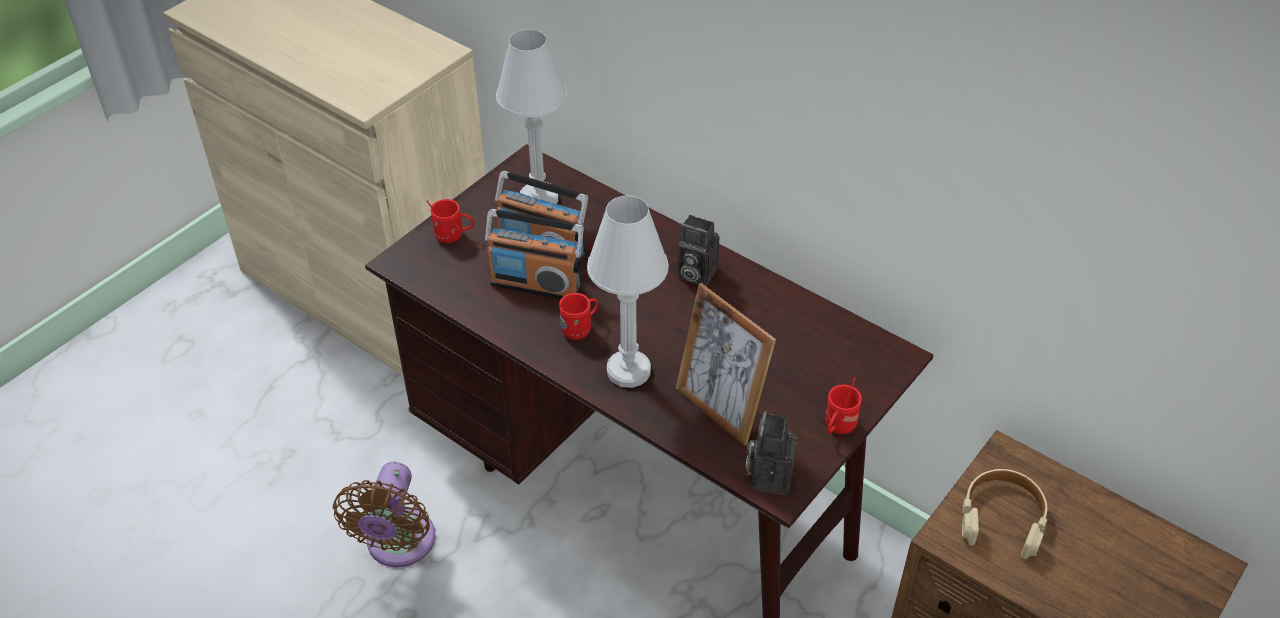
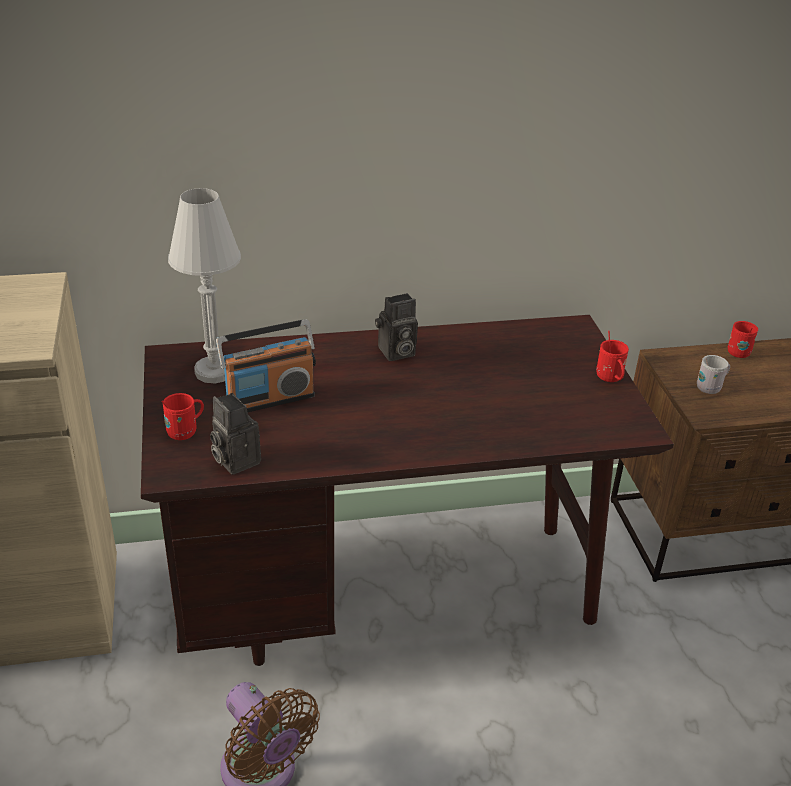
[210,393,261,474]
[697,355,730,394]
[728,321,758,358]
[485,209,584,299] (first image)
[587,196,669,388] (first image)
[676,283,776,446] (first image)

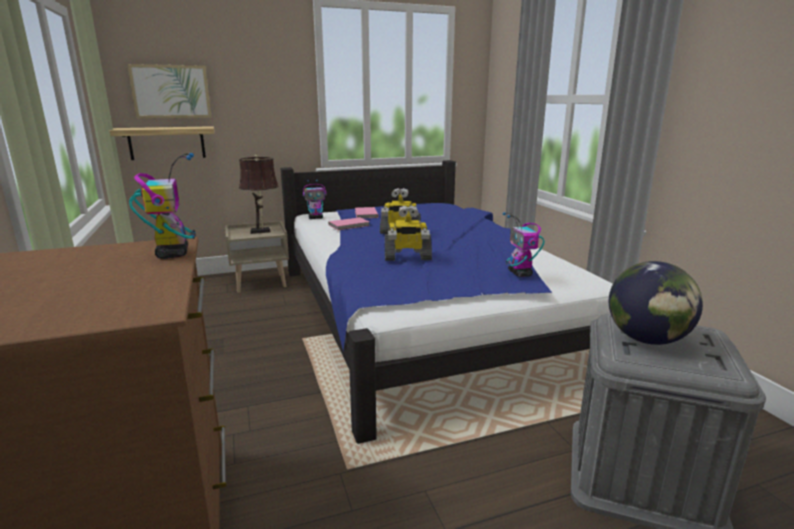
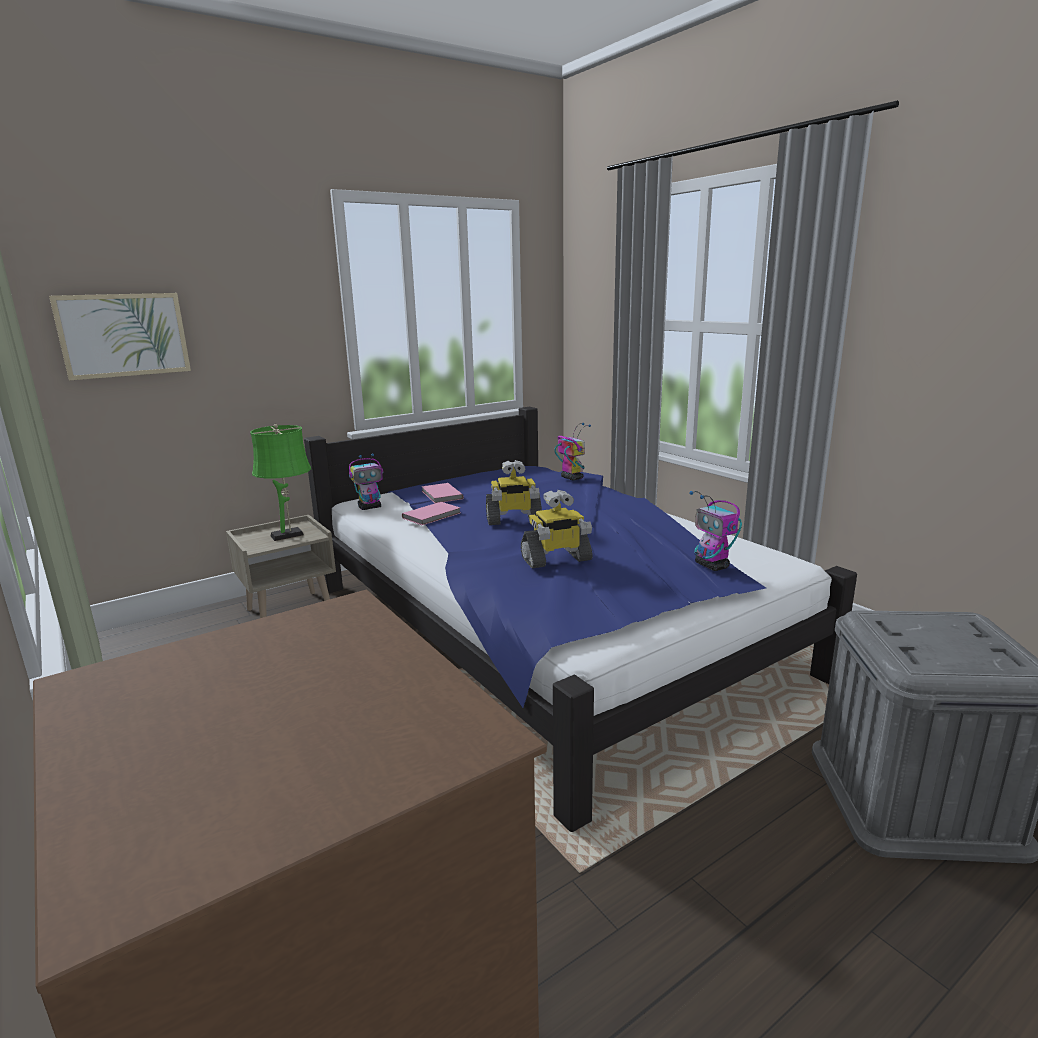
[250,424,311,541]
[554,423,591,481]
[109,126,215,160] (first image)
[609,261,703,345] (first image)

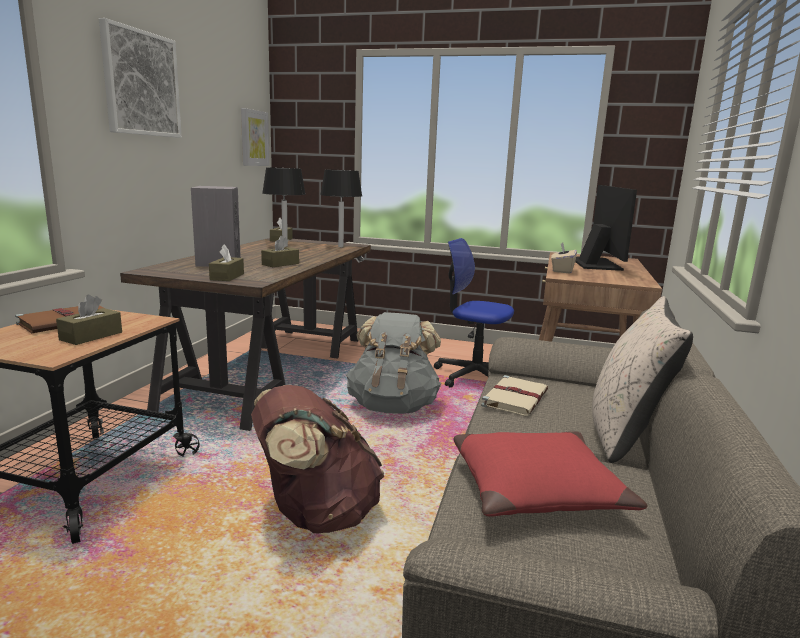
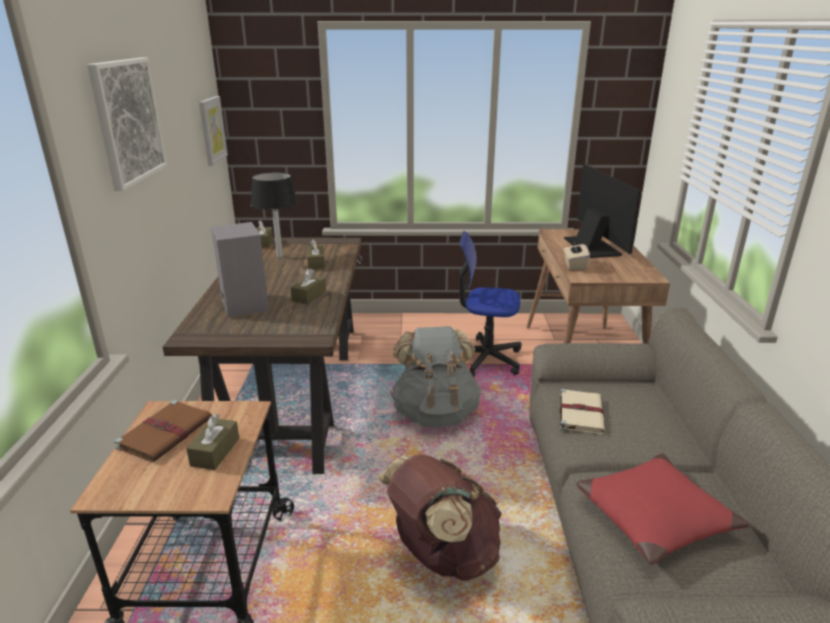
[307,239,325,270]
[320,170,362,247] (first image)
[592,296,693,463] (first image)

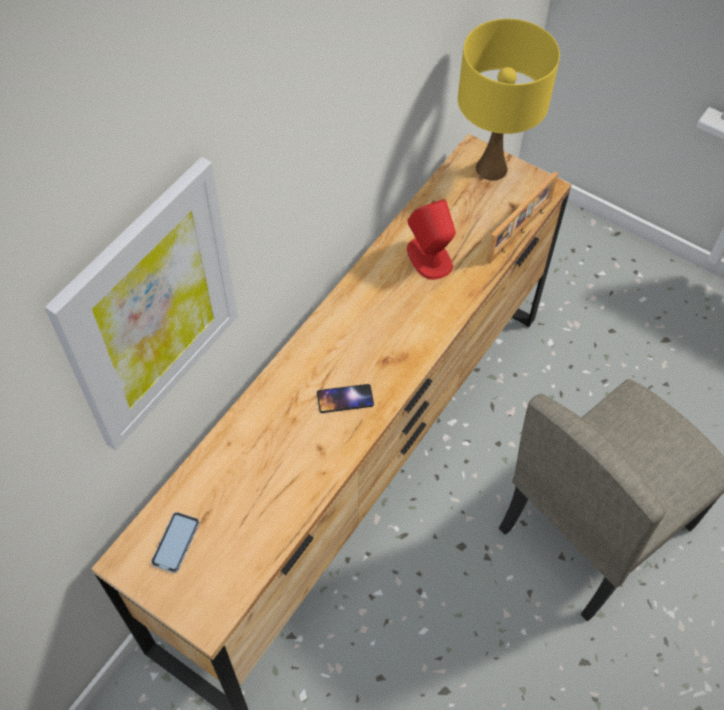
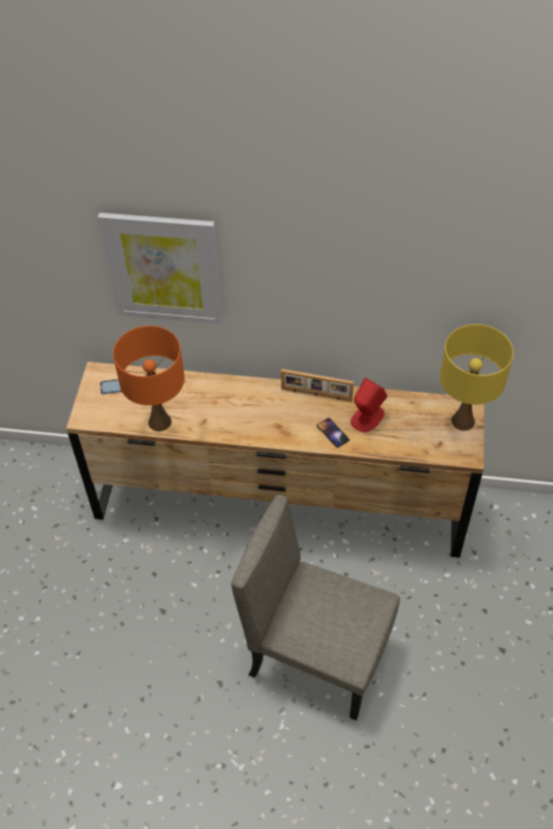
[113,326,185,431]
[281,369,354,402]
[317,418,350,448]

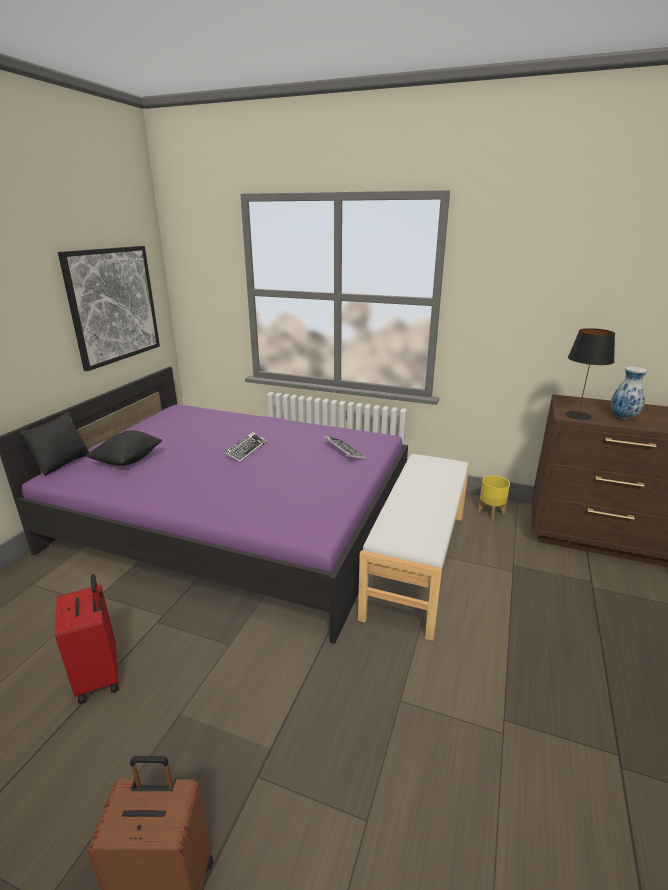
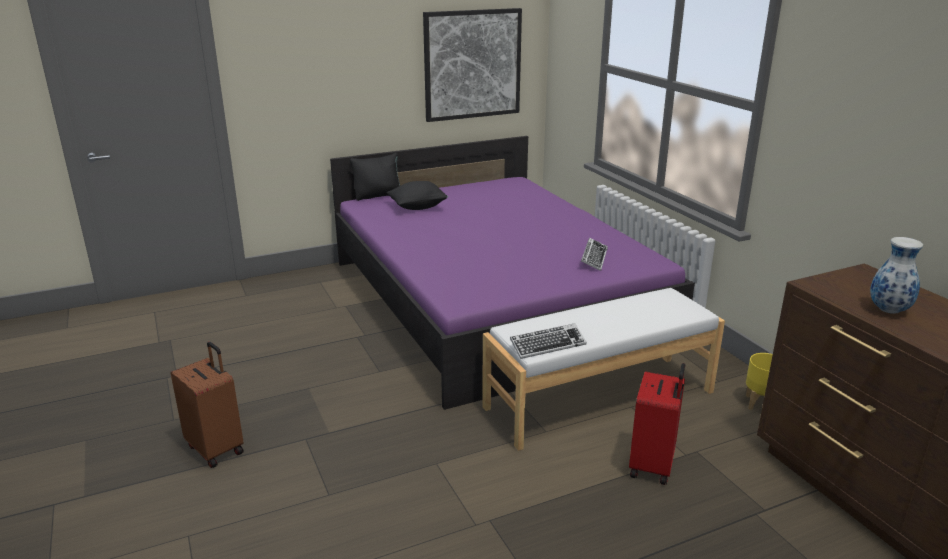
[510,323,587,359]
[629,363,685,485]
[565,328,615,420] (first image)

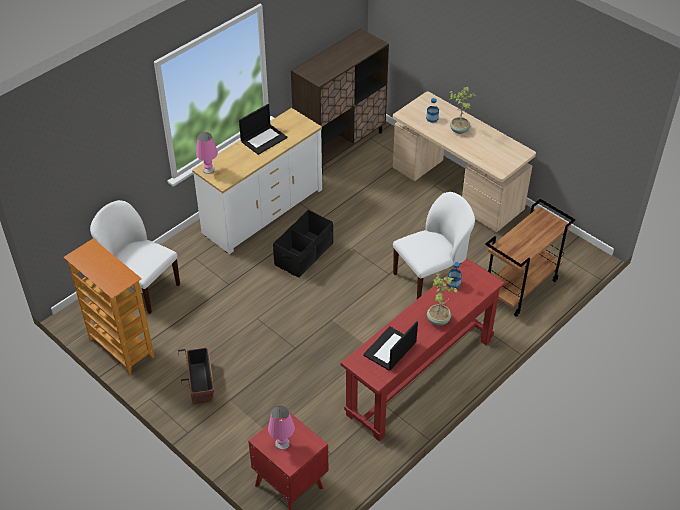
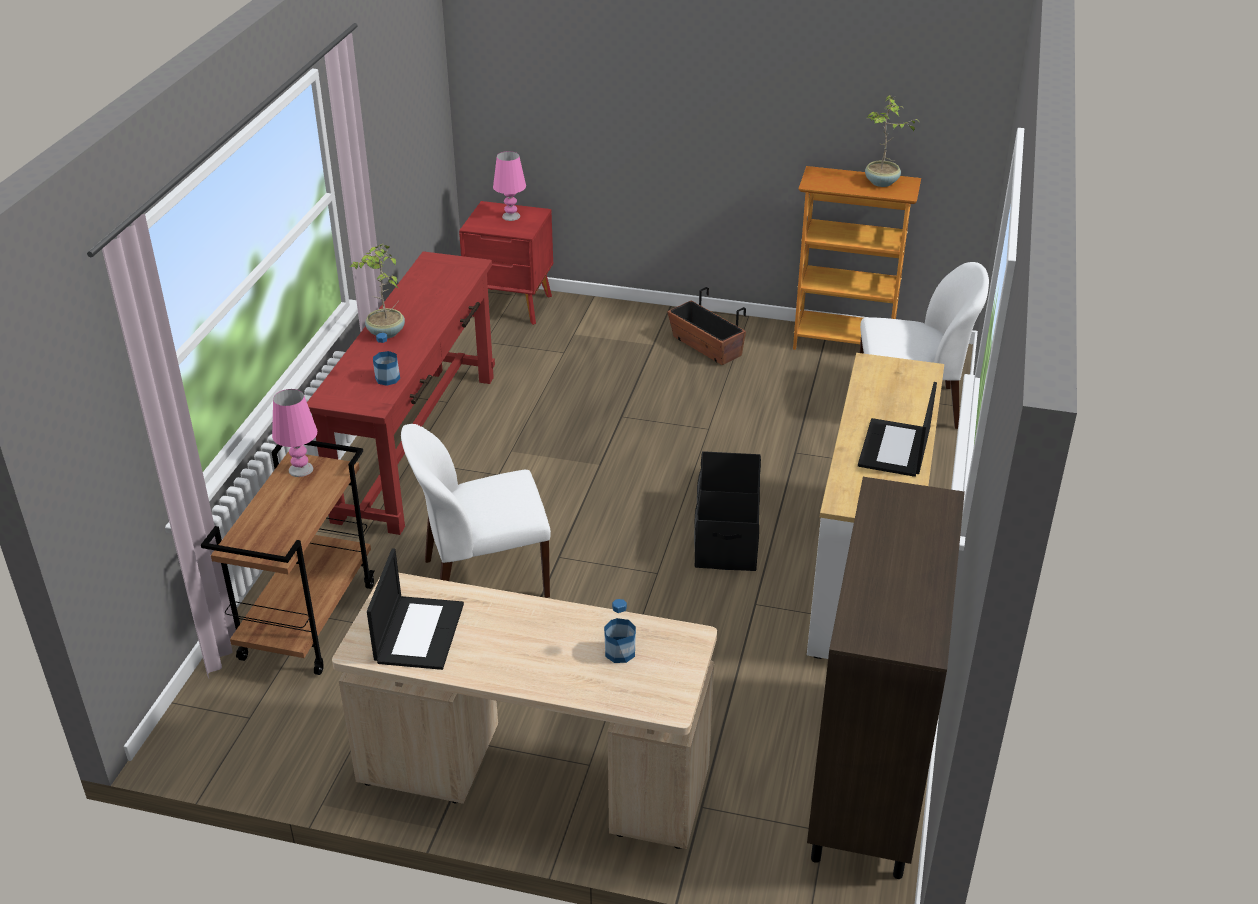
[272,389,317,477]
[367,548,464,670]
[401,424,551,598]
[865,95,921,187]

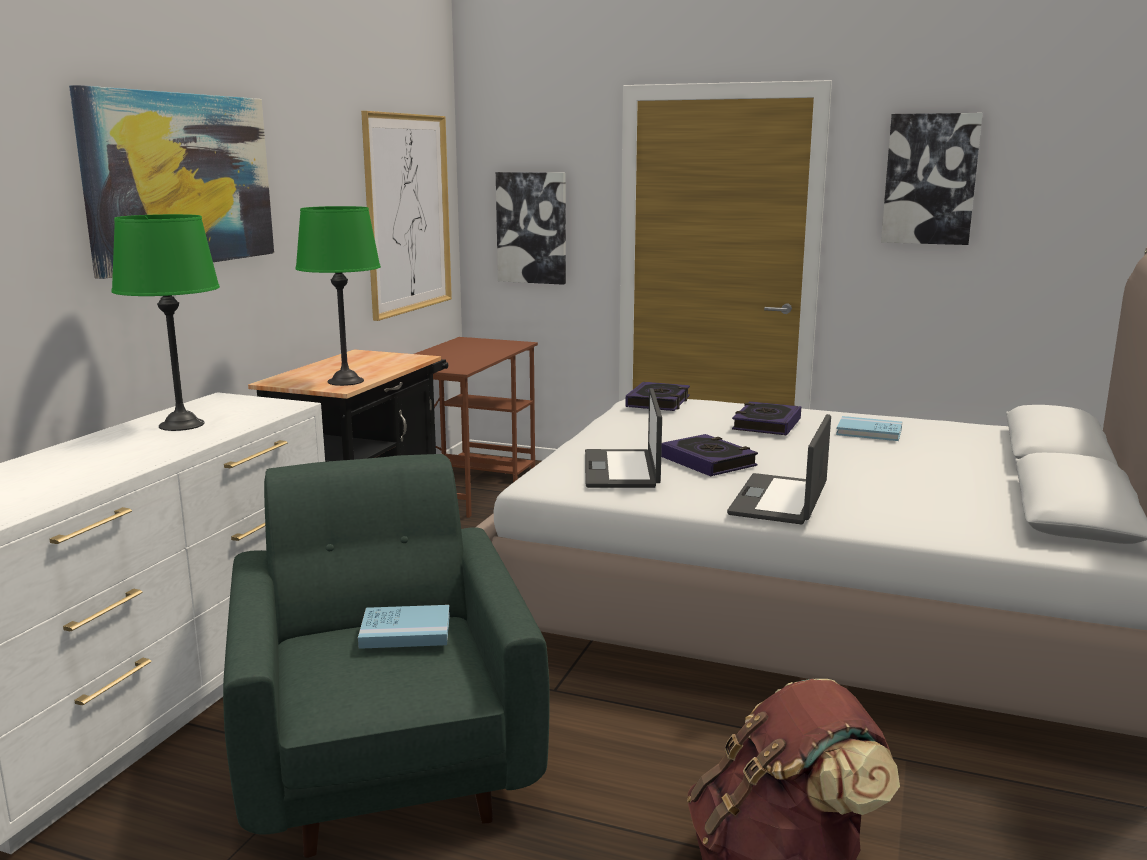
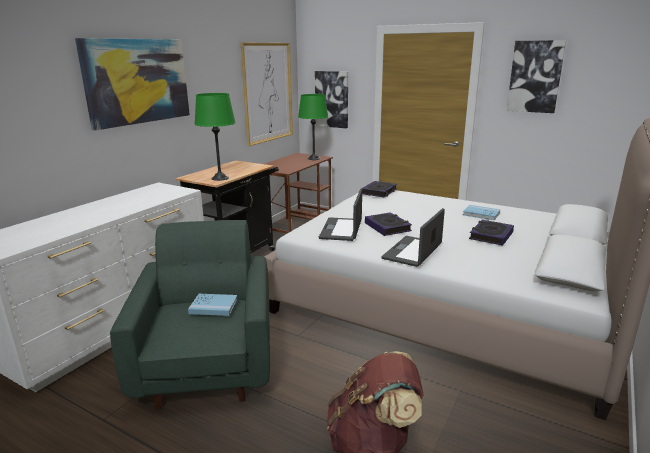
[298,94,328,160]
[469,220,514,246]

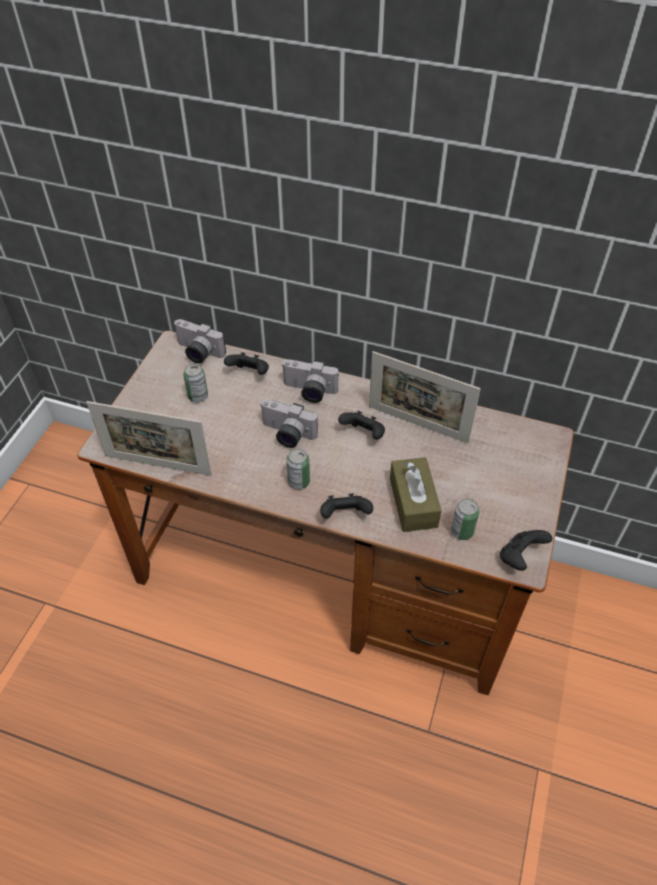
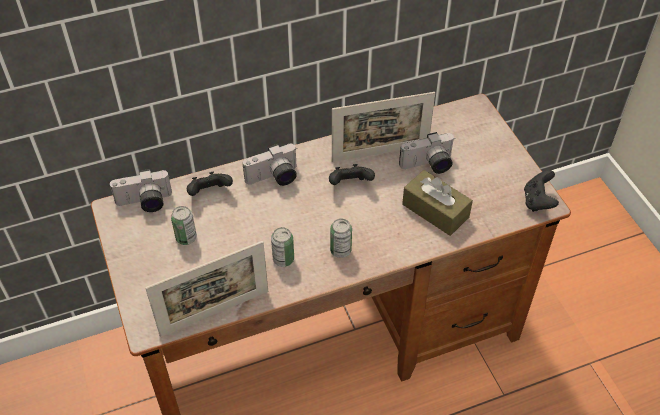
[271,227,294,267]
[399,132,454,174]
[320,493,373,519] (first image)

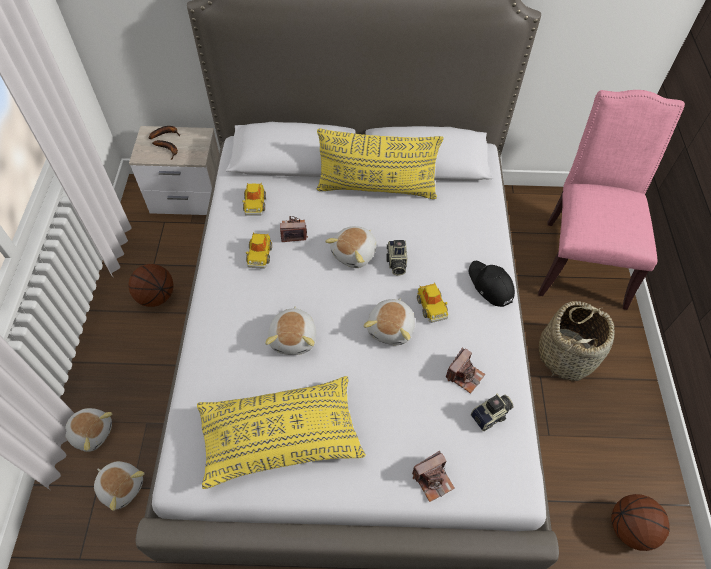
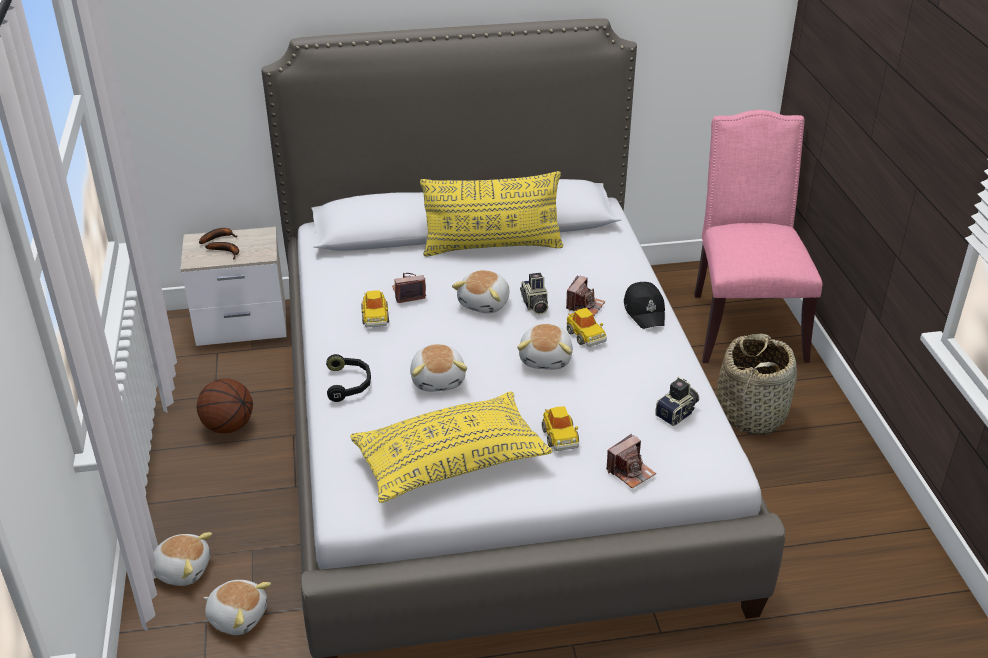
[326,354,371,402]
[542,406,579,451]
[566,275,605,316]
[624,282,665,329]
[611,494,670,551] (first image)

